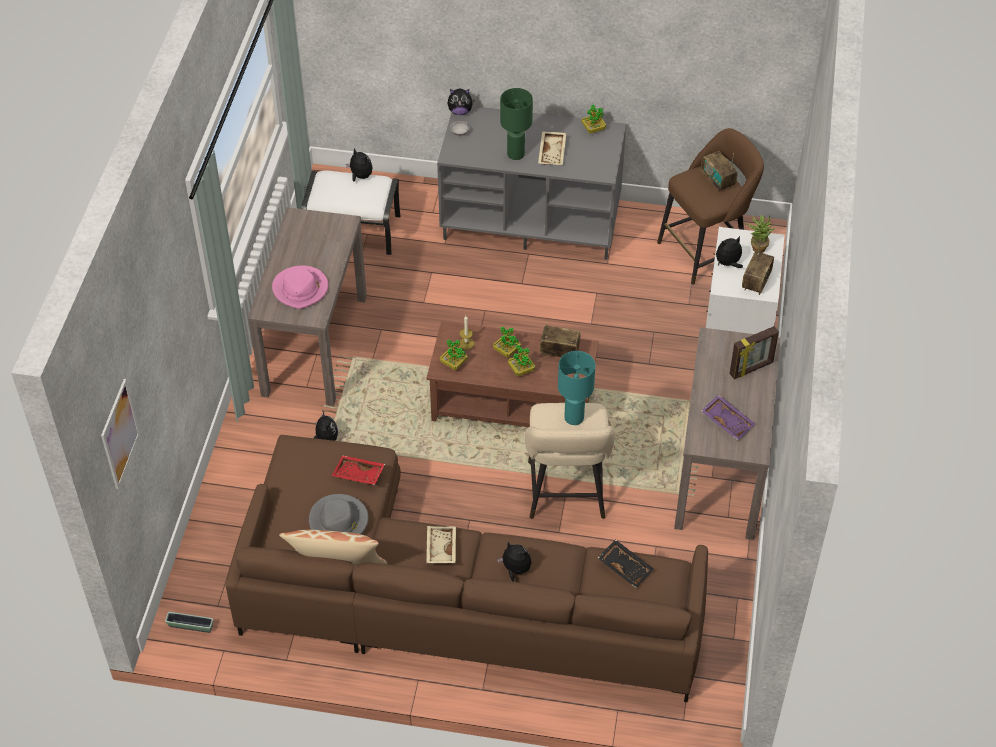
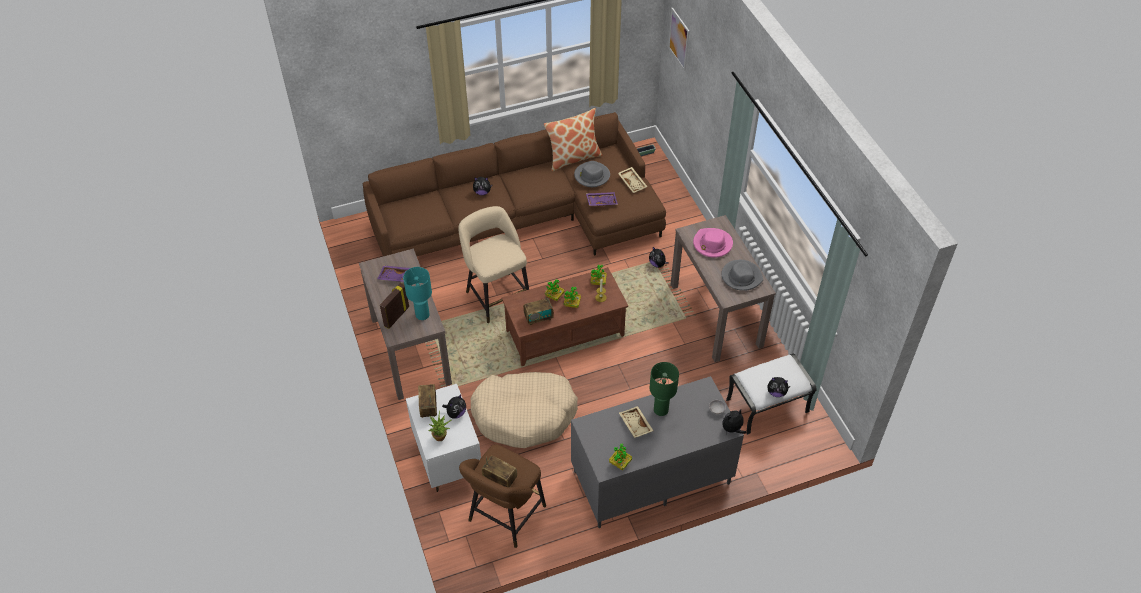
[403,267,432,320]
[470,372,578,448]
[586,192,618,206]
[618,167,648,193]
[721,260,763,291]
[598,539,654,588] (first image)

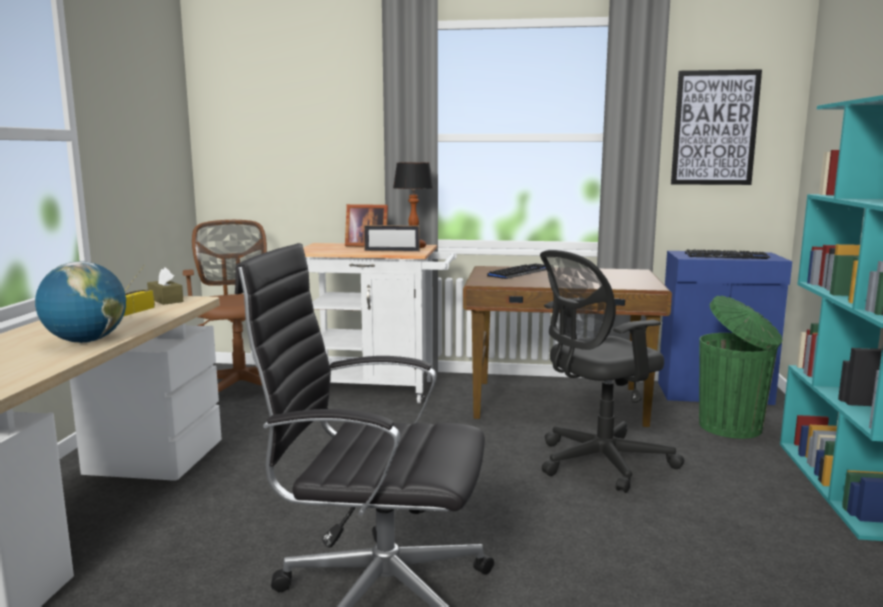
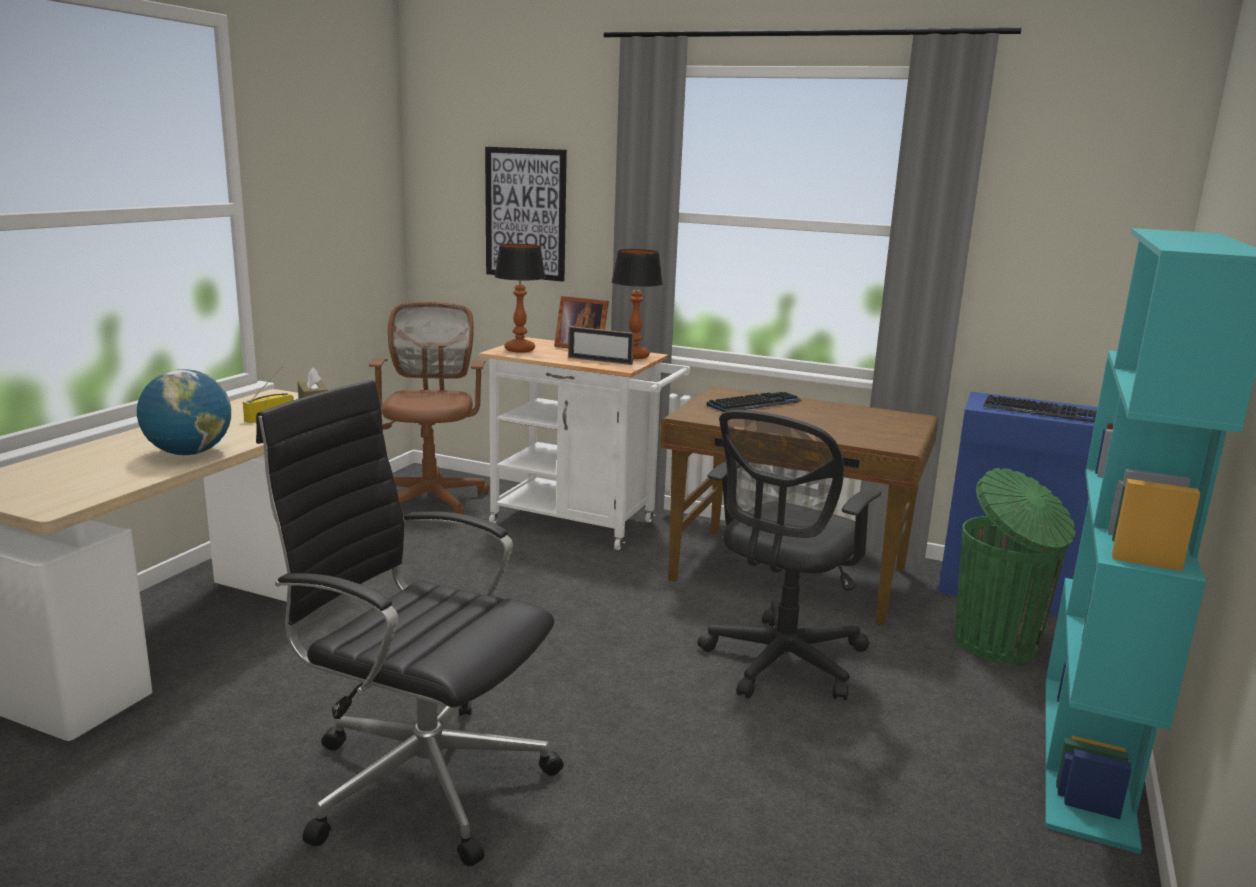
[485,147,567,282]
[494,244,546,353]
[698,410,881,700]

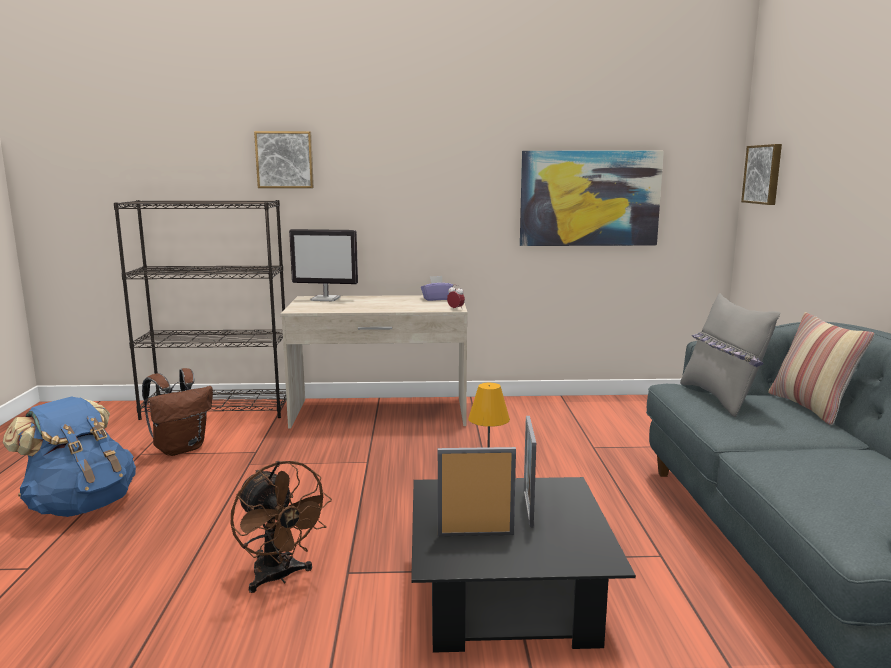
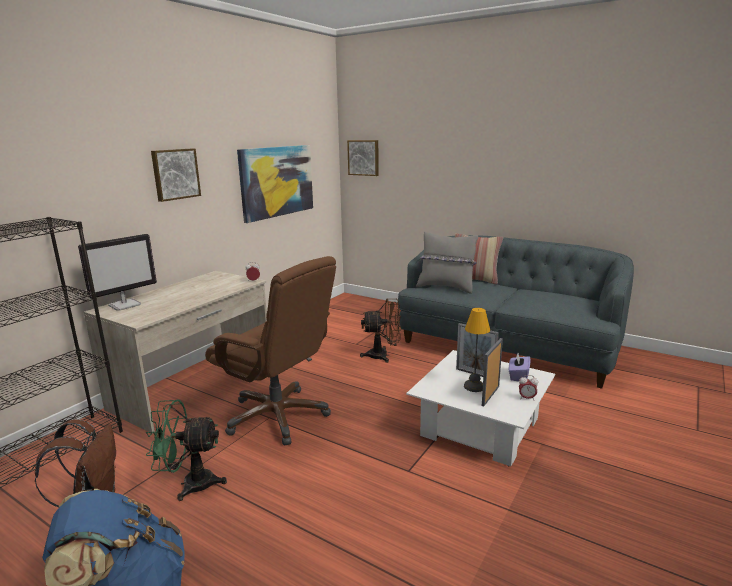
[146,399,227,501]
[151,149,201,202]
[205,256,336,445]
[360,299,401,363]
[406,350,555,466]
[509,353,531,381]
[519,375,538,400]

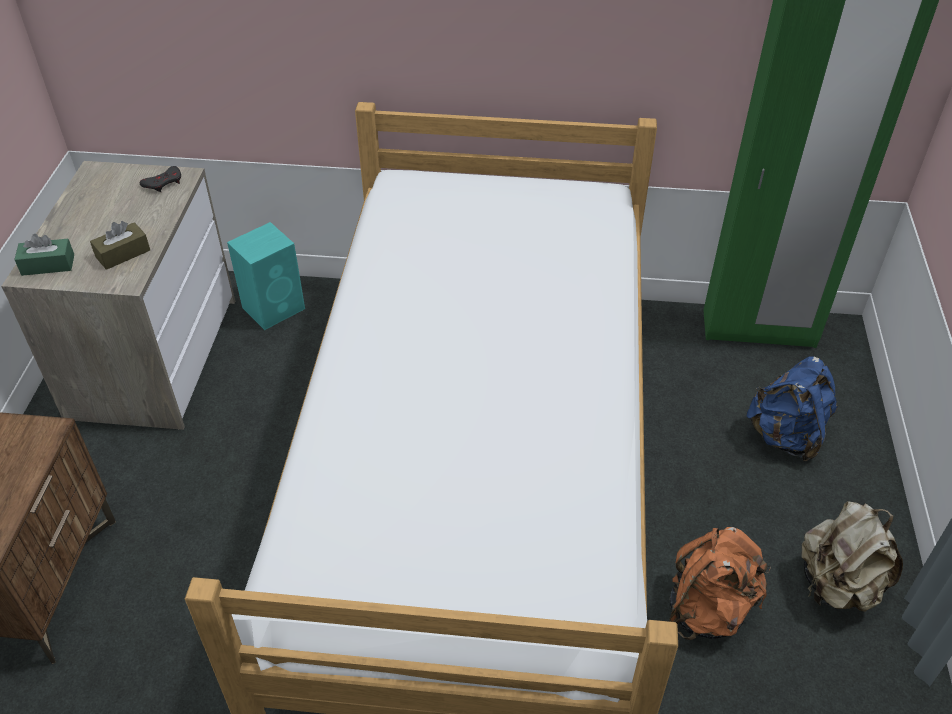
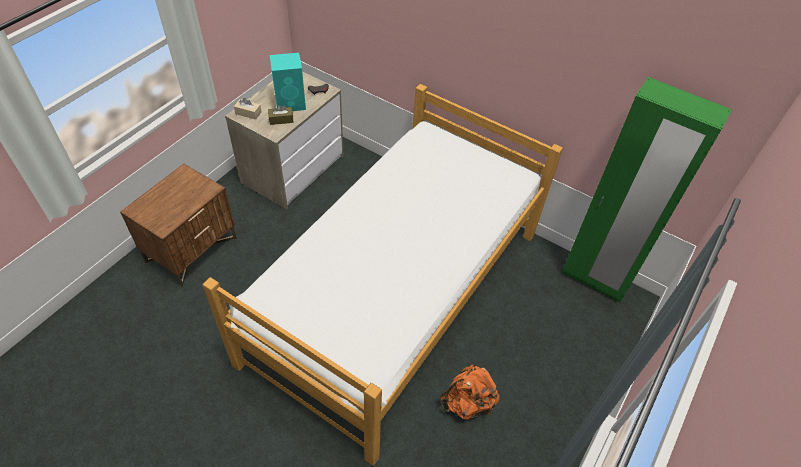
[234,98,262,120]
[270,53,306,111]
[746,357,838,462] (first image)
[801,501,903,612] (first image)

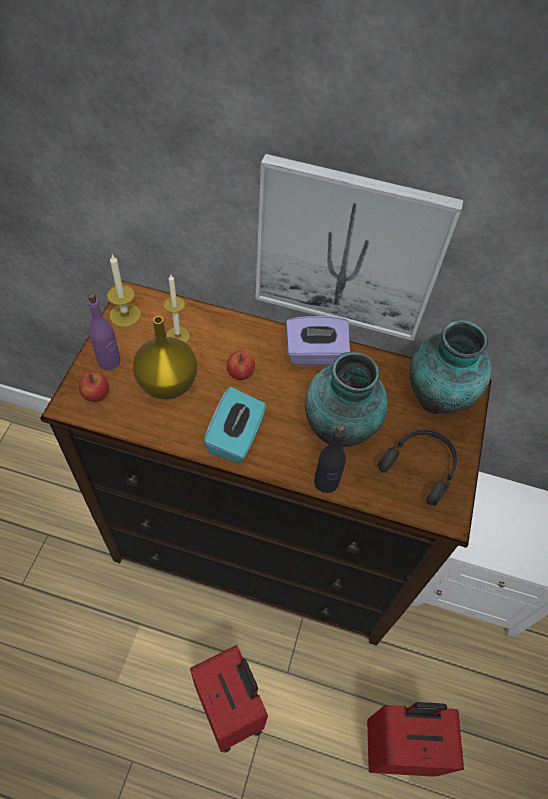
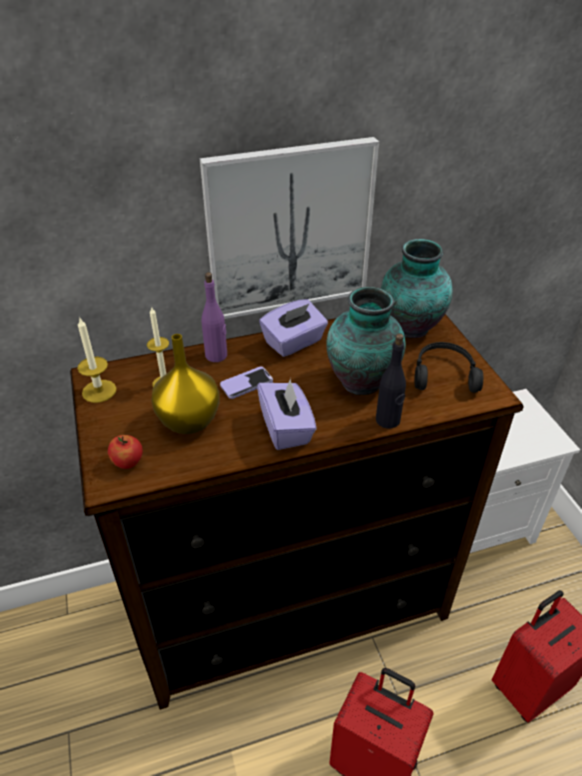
[202,272,227,362]
[220,367,273,399]
[257,378,317,450]

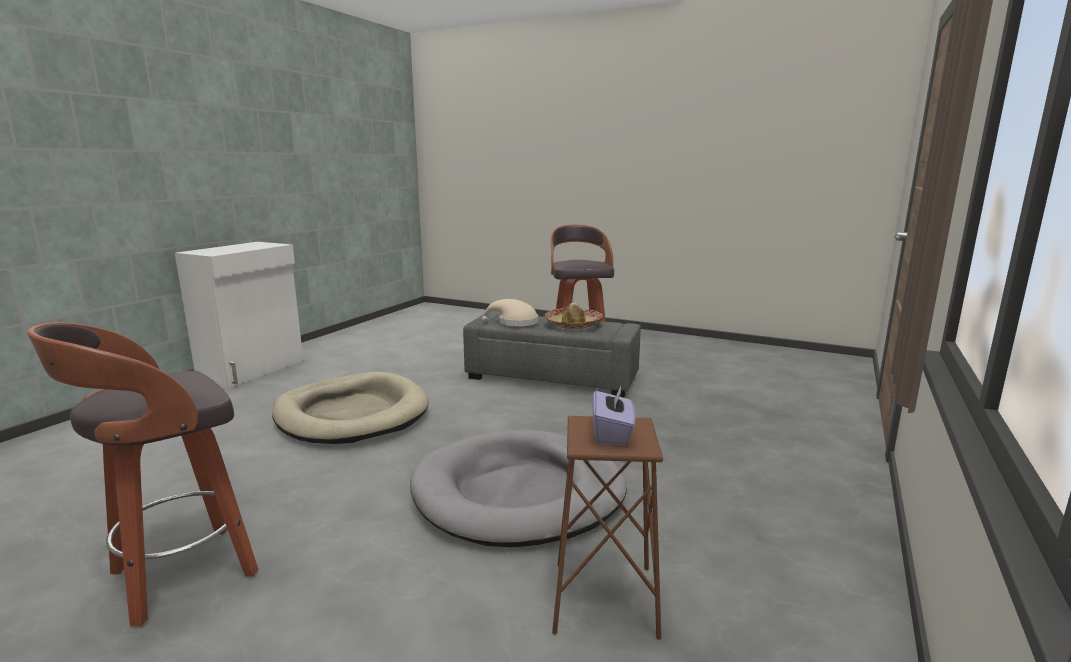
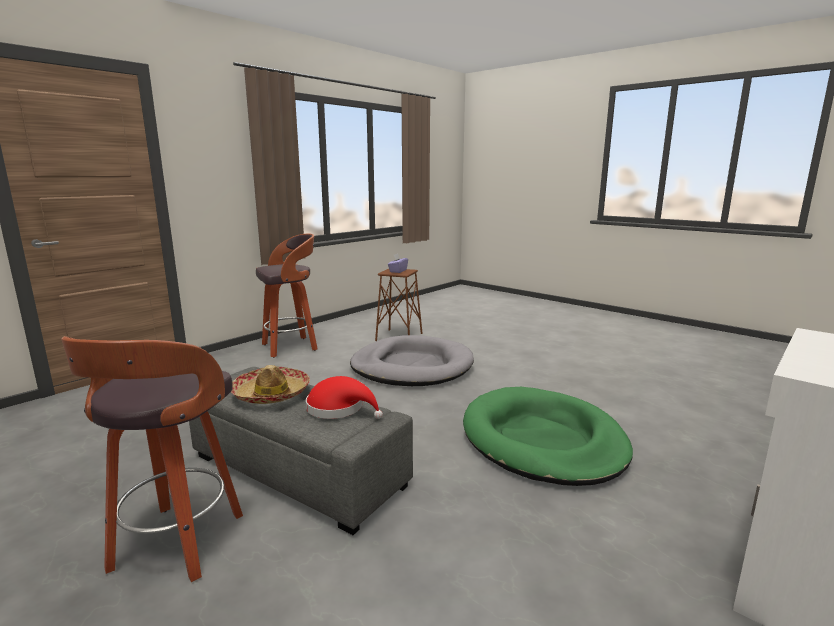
[256,234,318,358]
[306,376,383,419]
[463,387,633,486]

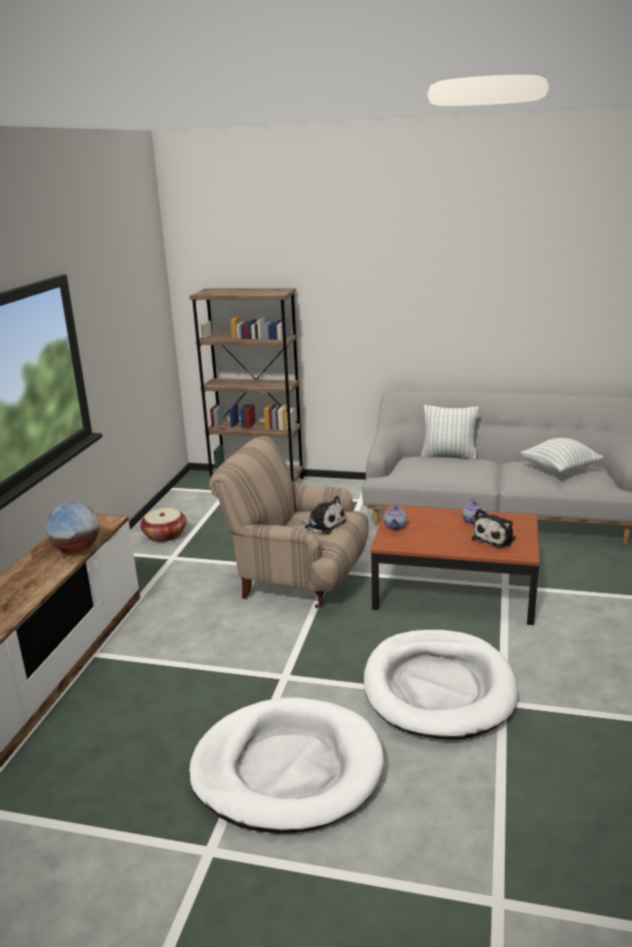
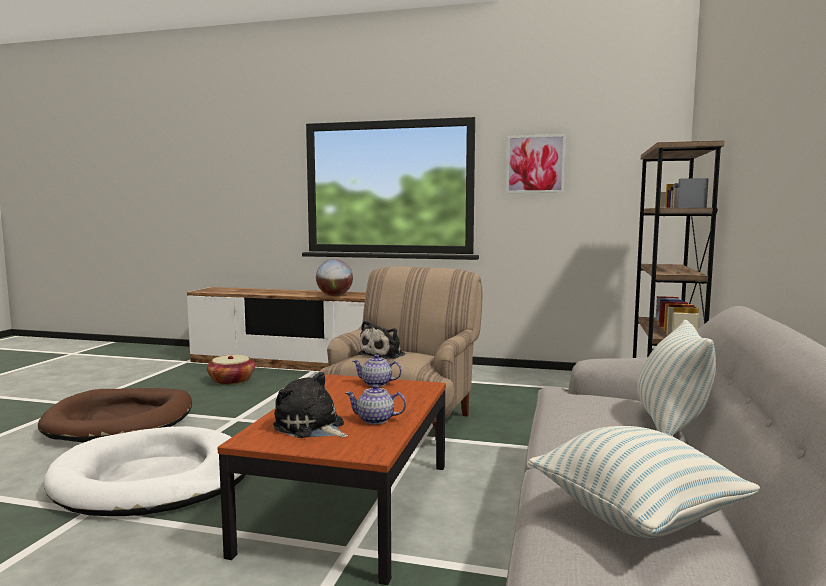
[38,388,192,443]
[207,355,255,385]
[506,134,566,193]

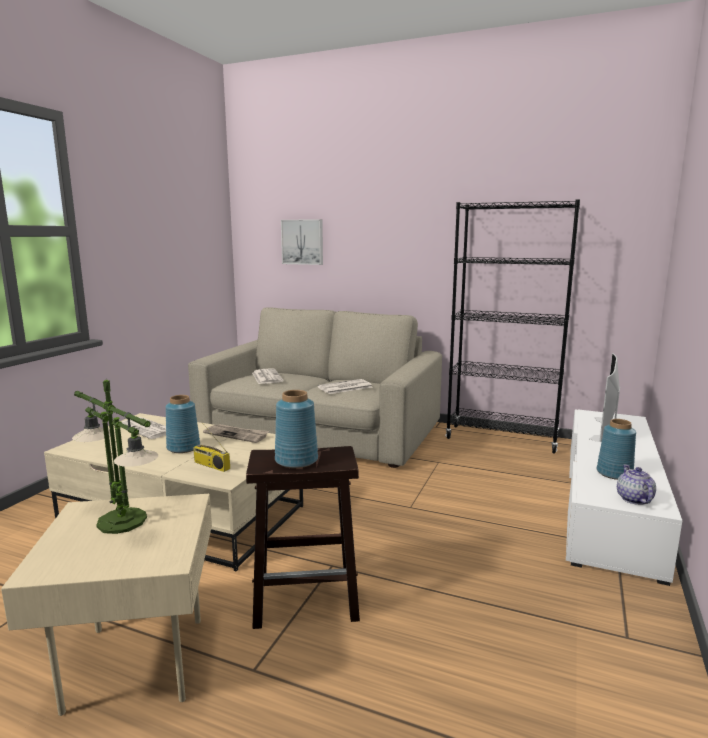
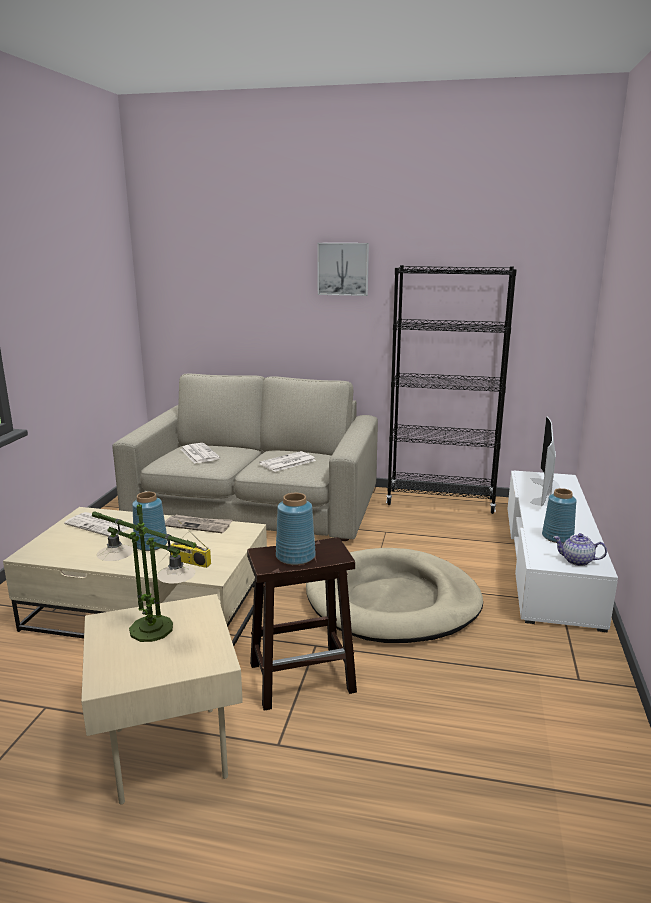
[306,548,483,643]
[317,243,369,296]
[553,533,607,566]

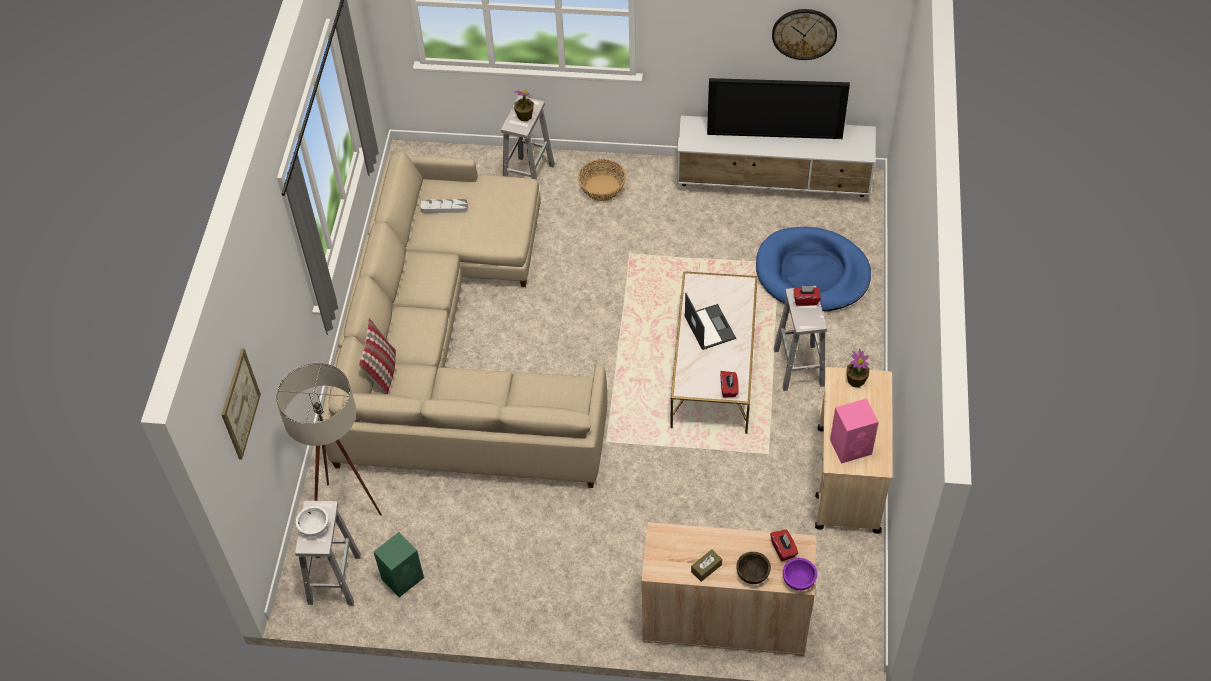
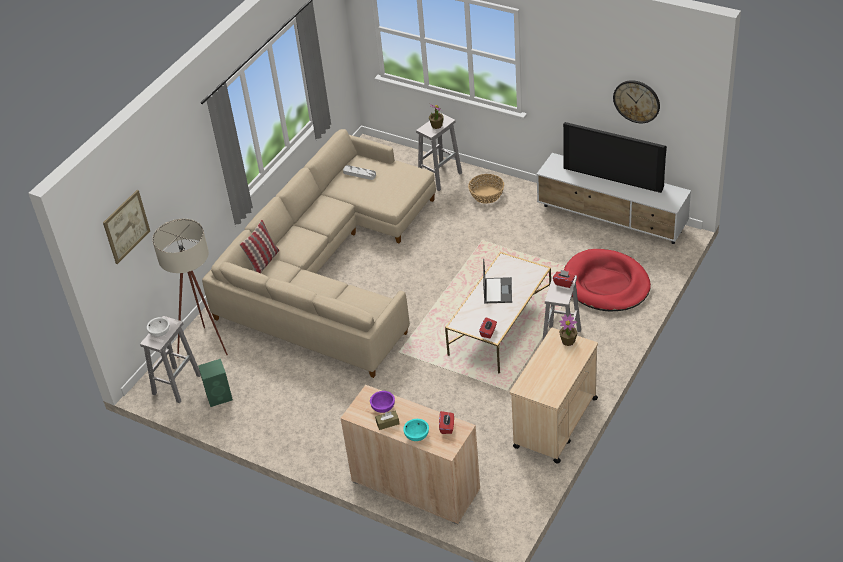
[370,391,395,413]
[403,419,429,441]
[564,249,651,312]
[830,398,879,464] (first image)

